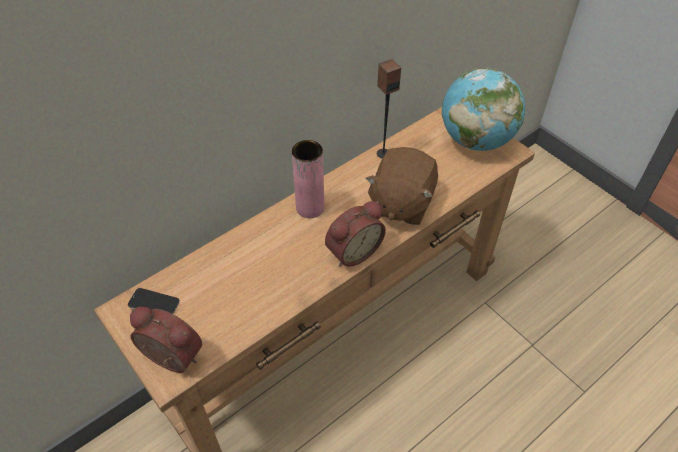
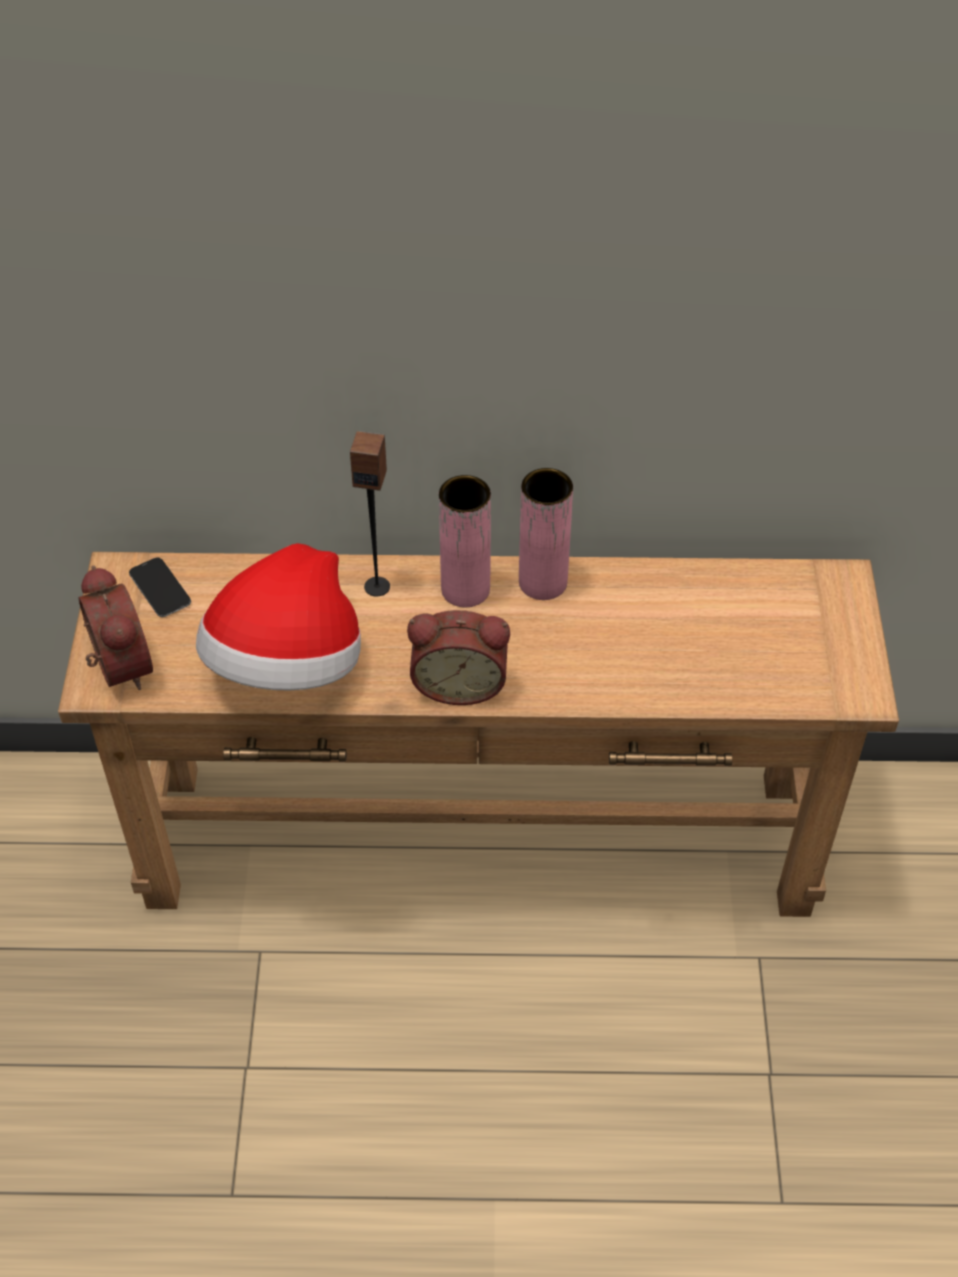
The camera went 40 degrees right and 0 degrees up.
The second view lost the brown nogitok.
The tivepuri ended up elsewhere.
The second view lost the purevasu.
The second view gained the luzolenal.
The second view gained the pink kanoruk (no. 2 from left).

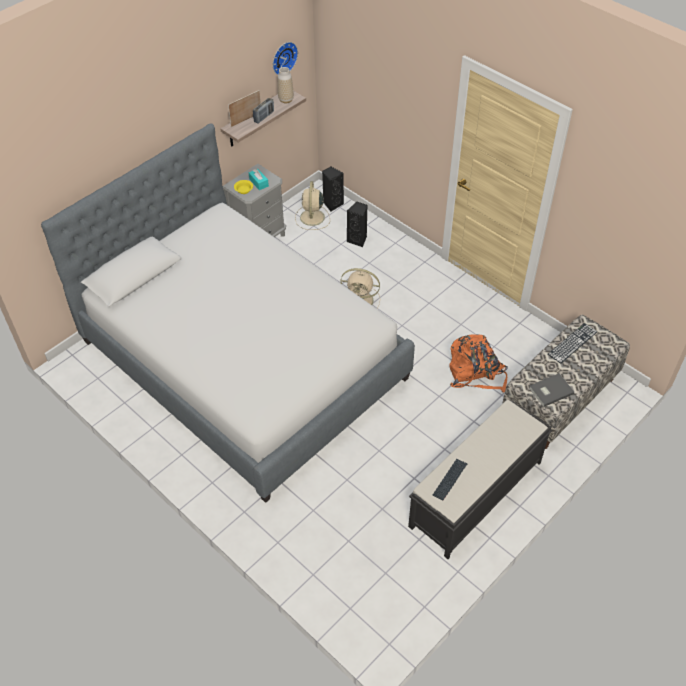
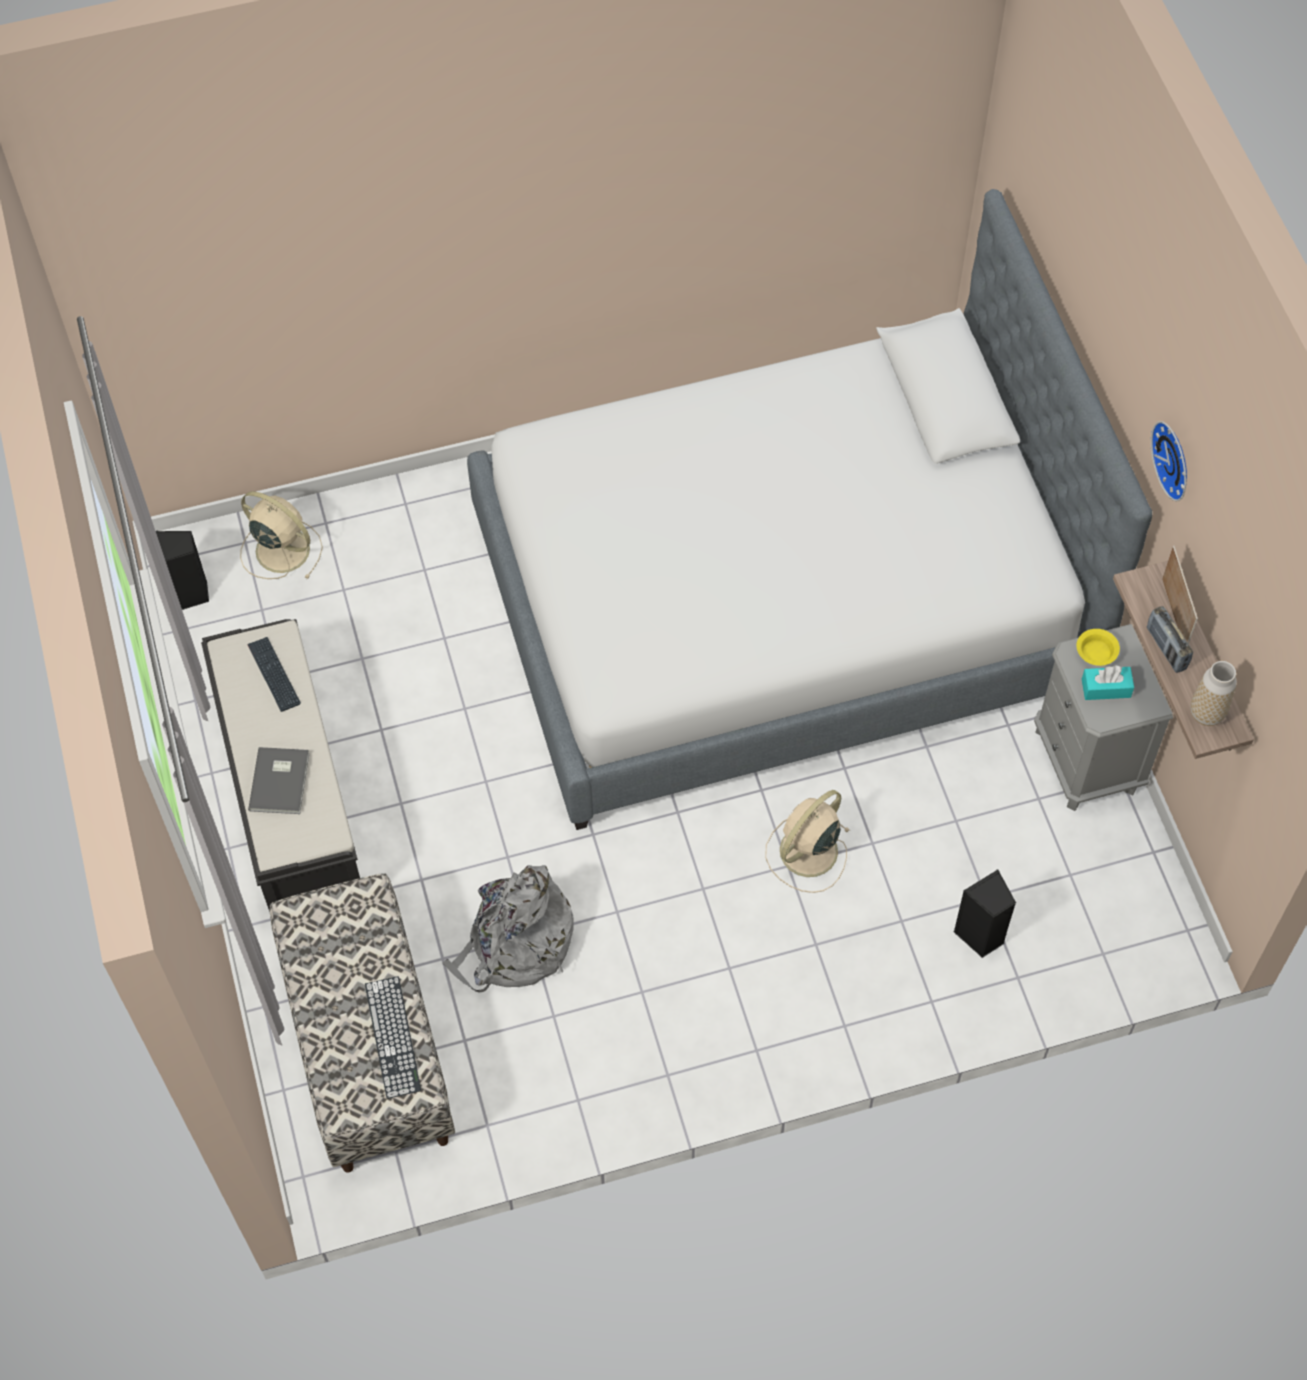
The camera went 120 degrees right and 10 degrees up.
The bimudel ended up elsewhere.
The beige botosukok (no. 1 from left) ended up elsewhere.
The black tivepuri (no. 1 from left) ended up elsewhere.
What was the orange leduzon turned into the grey leduzon.
The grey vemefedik ended up elsewhere.

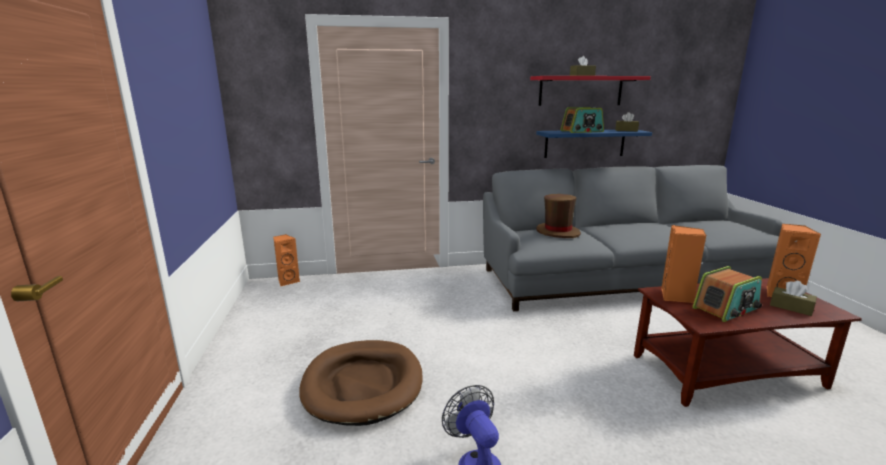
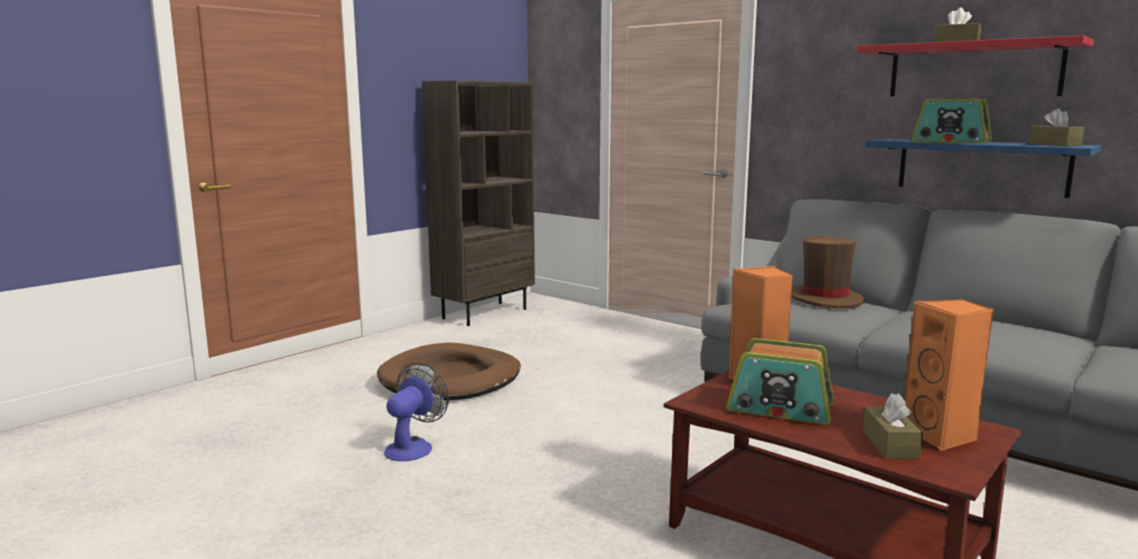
The camera went 50 degrees right and 5 degrees down.
The second view lost the orange tivepuri (no. 1 from left).
The second view gained the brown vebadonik.

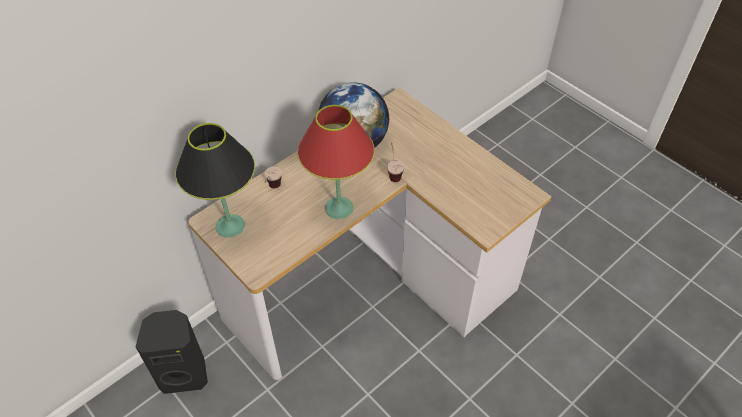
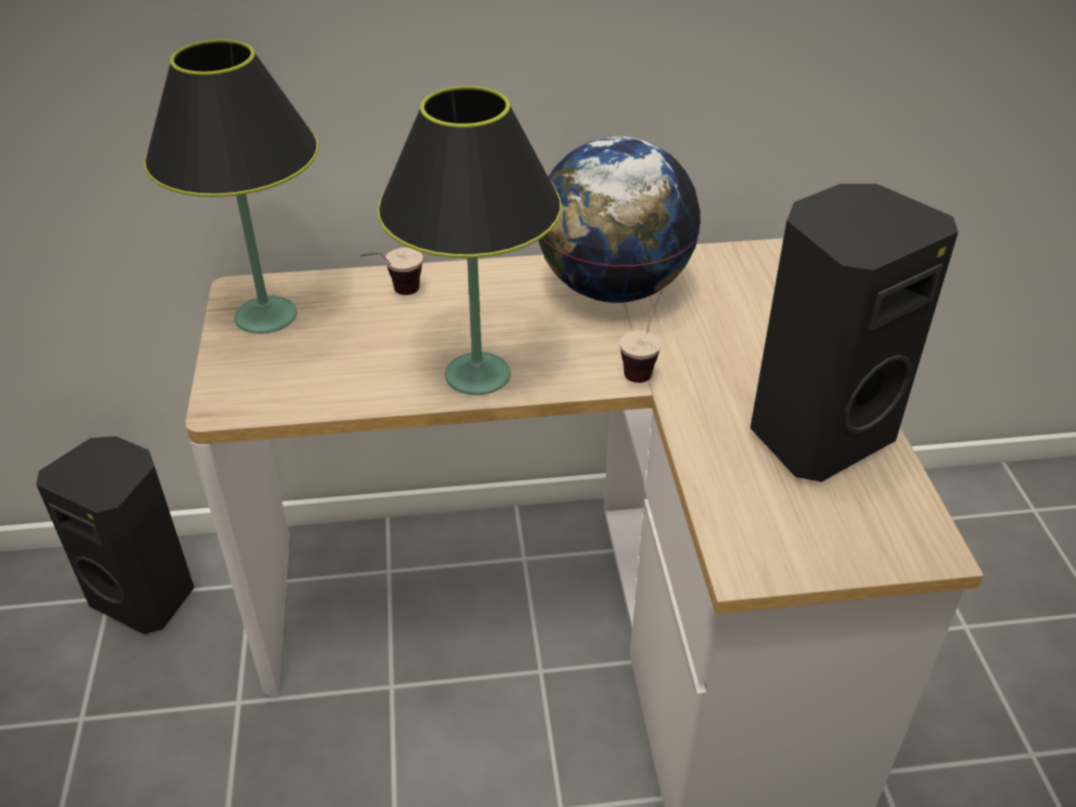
The camera went 35 degrees right and 10 degrees down.
What was the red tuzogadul turned into the black tuzogadul (no. 2 from left).
The second view gained the black tivepuri (no. 2 from left).

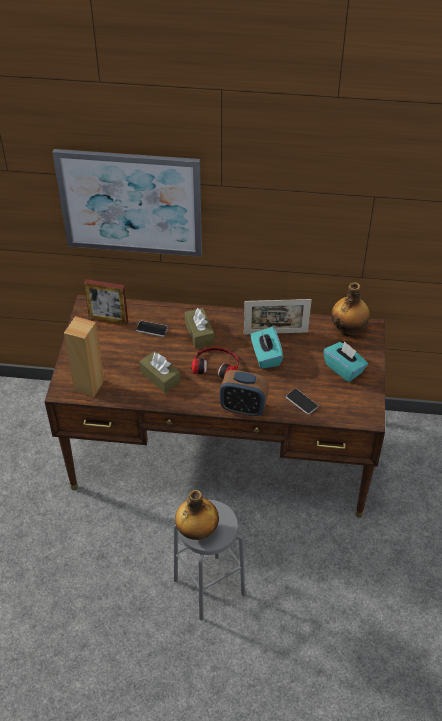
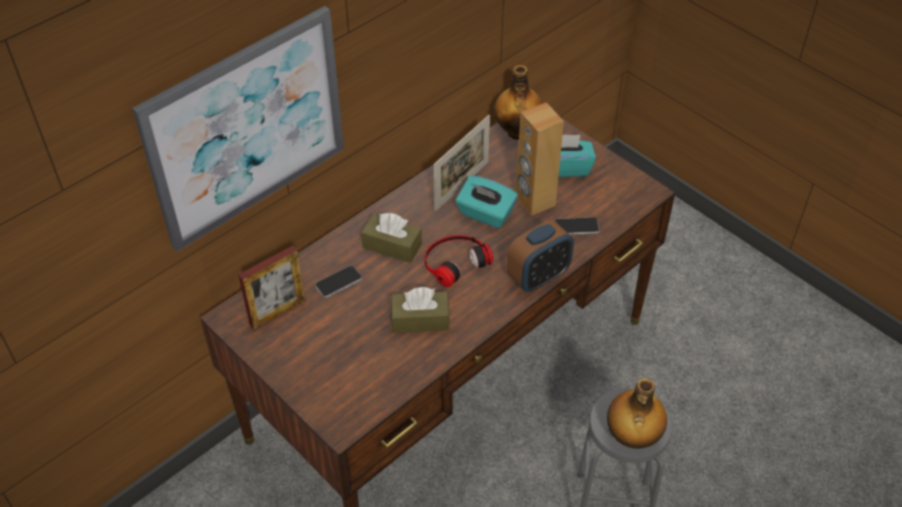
The camera went 50 degrees left and 0 degrees up.
The brown tivepuri ended up elsewhere.

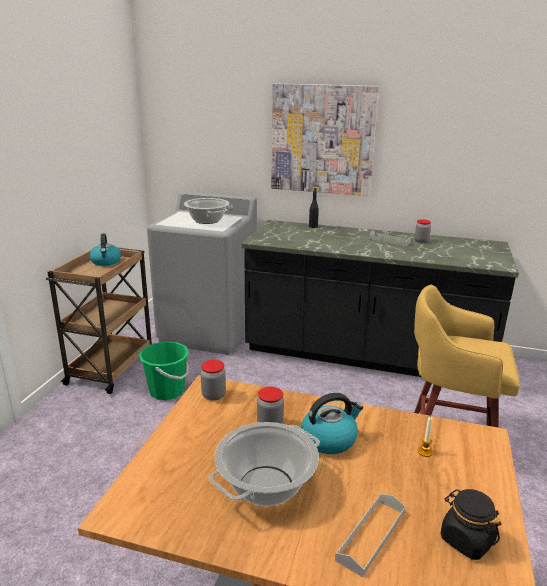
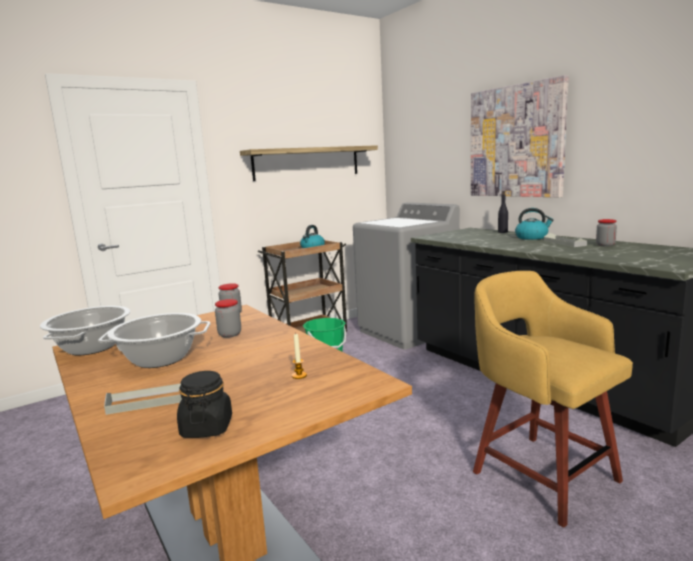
The camera went 40 degrees right and 10 degrees down.
The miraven (no. 1 from left) ended up elsewhere.
The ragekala (no. 2 from left) ended up elsewhere.
The second view gained the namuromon.

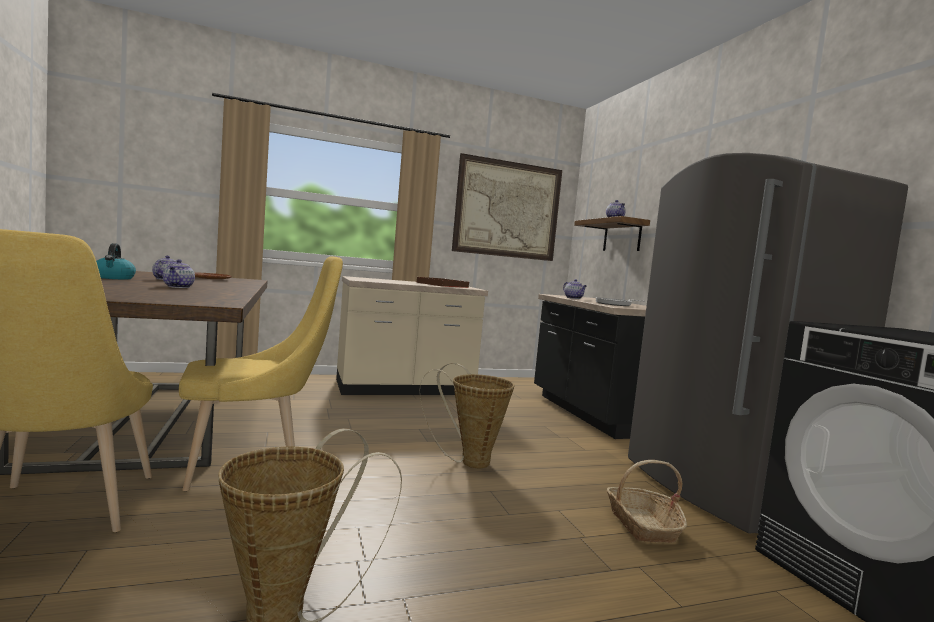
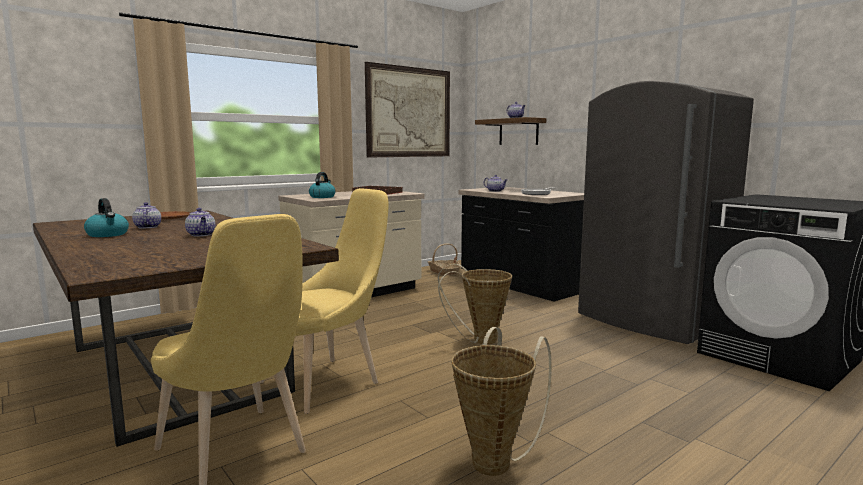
The camera went 20 degrees left and 5 degrees up.
The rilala (no. 3 from left in the first image) ended up elsewhere.
The second view gained the ragekala (no. 2 from left).

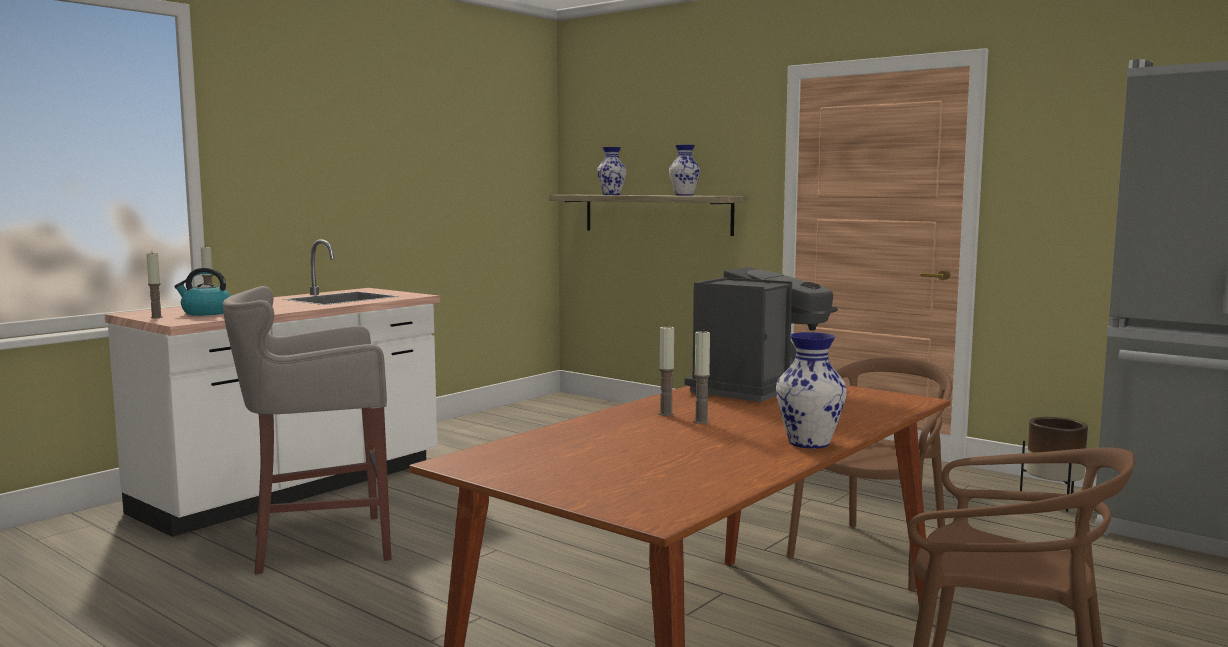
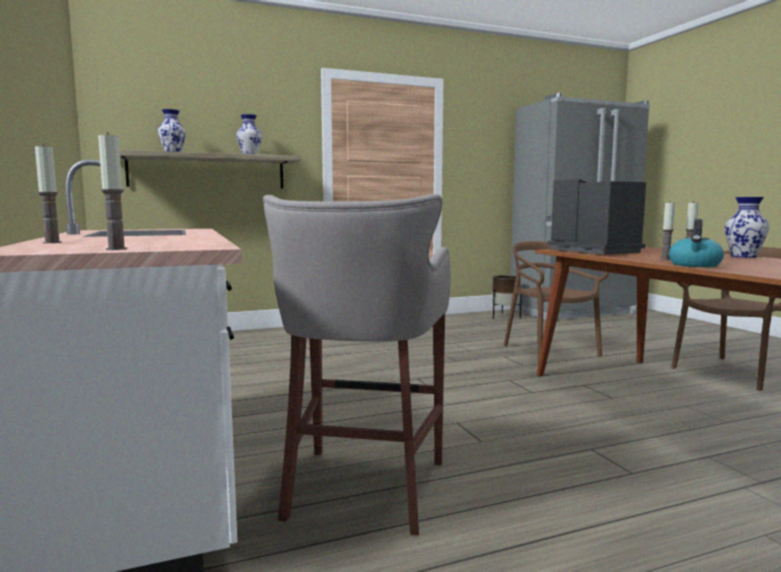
The camera went 60 degrees left and 0 degrees up.
The ragekala ended up elsewhere.

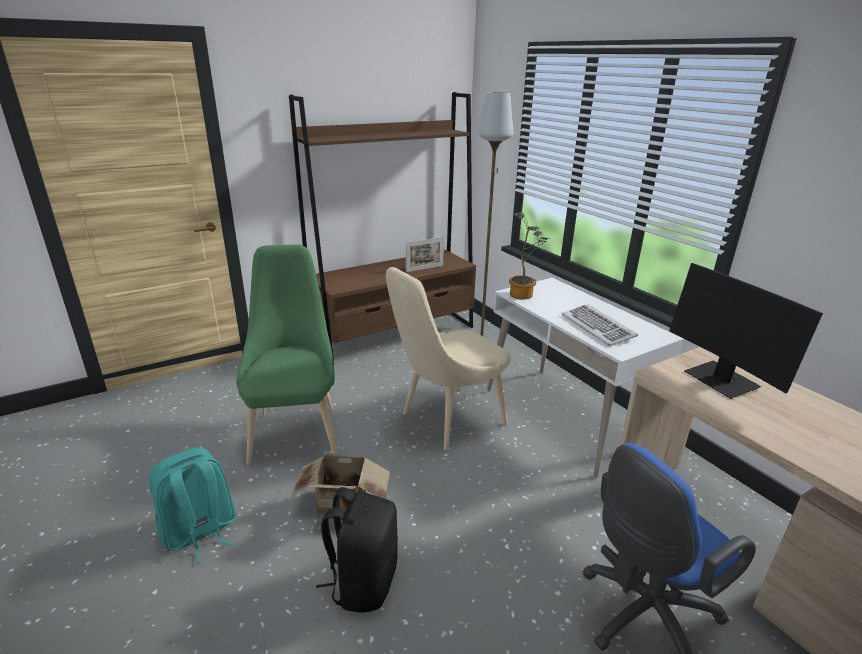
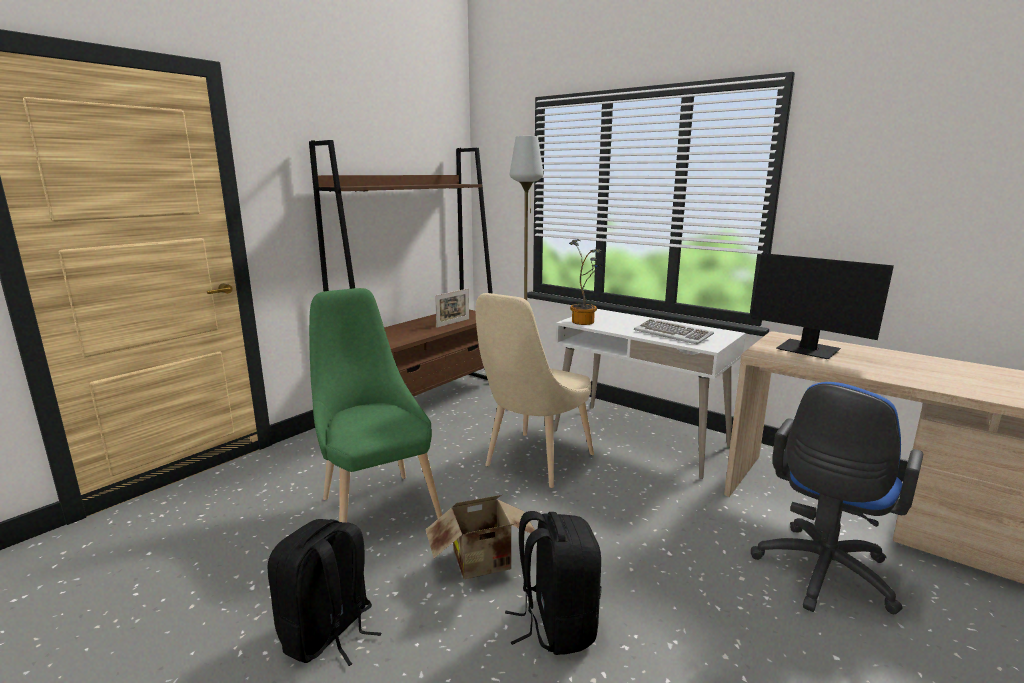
The camera went 20 degrees left and 10 degrees down.
What was the turquoise leduzon turned into the black leduzon (no. 1 from left).

